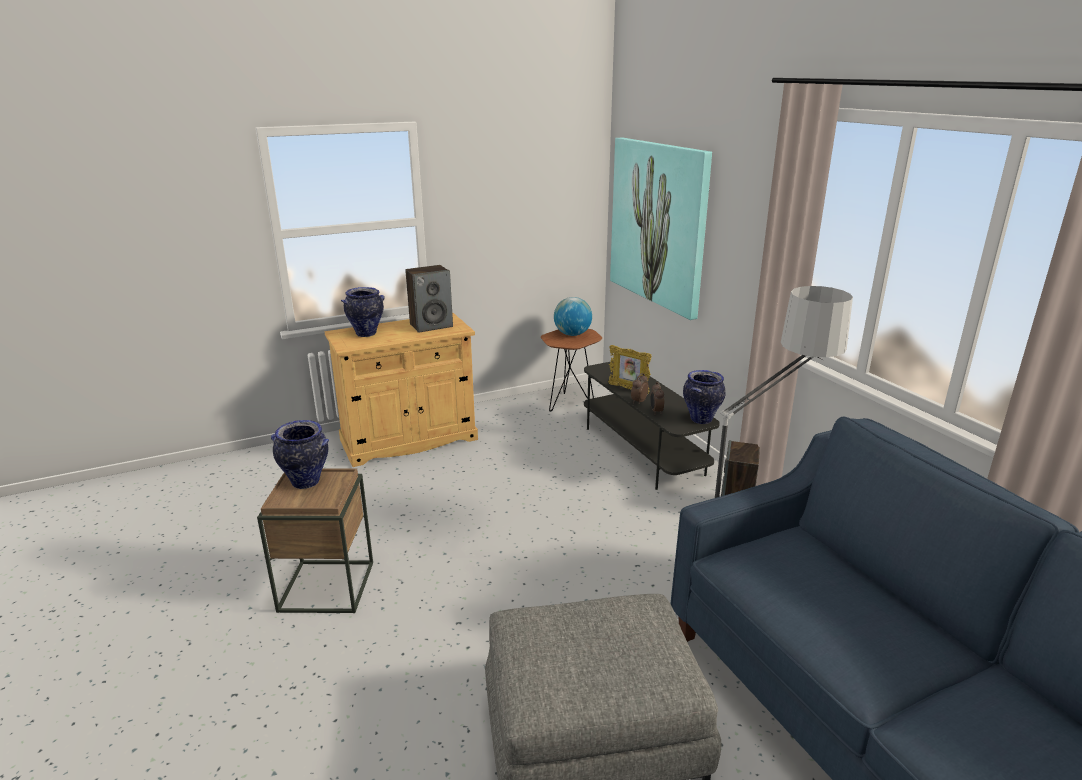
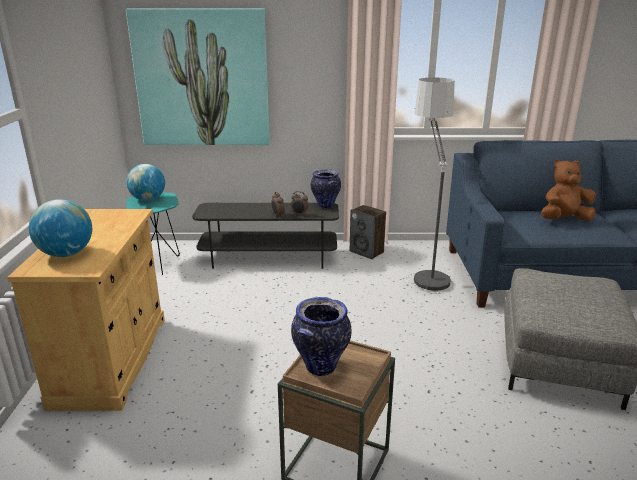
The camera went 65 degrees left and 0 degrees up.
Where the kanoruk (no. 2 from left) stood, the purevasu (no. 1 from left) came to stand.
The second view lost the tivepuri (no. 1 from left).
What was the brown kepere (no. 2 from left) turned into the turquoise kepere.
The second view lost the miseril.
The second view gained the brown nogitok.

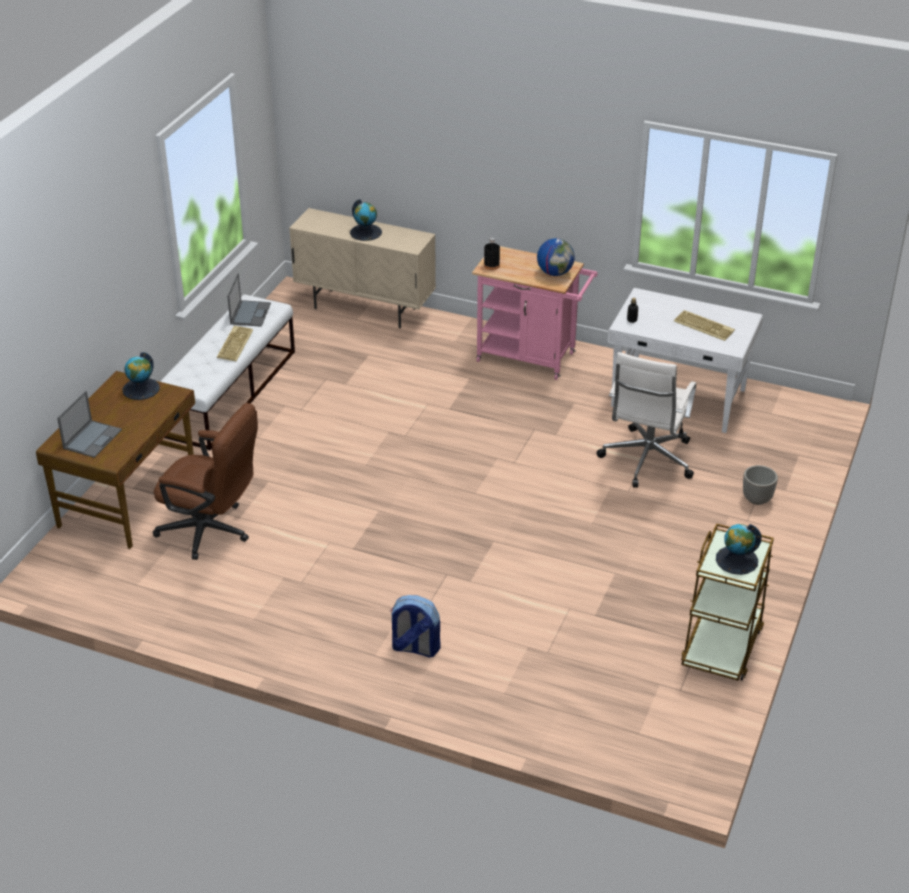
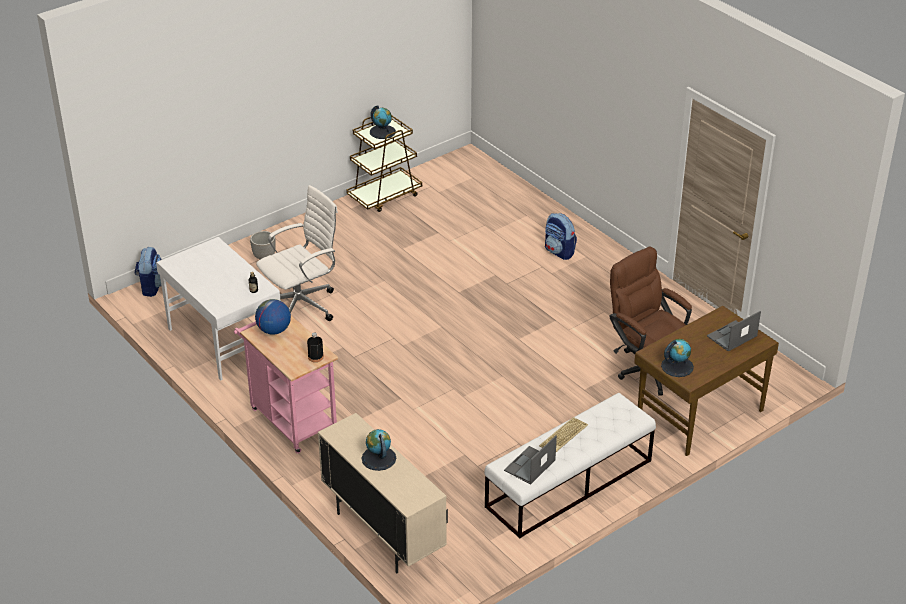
The camera went 150 degrees left and 0 degrees up.
The second view lost the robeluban (no. 2 from left).
The second view gained the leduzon (no. 1 from left).

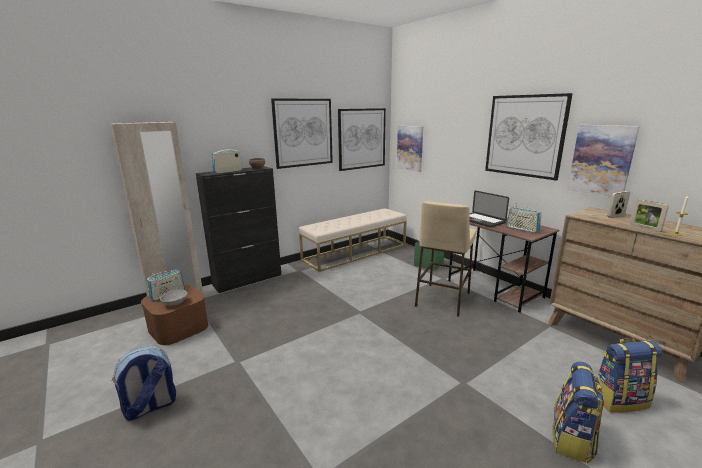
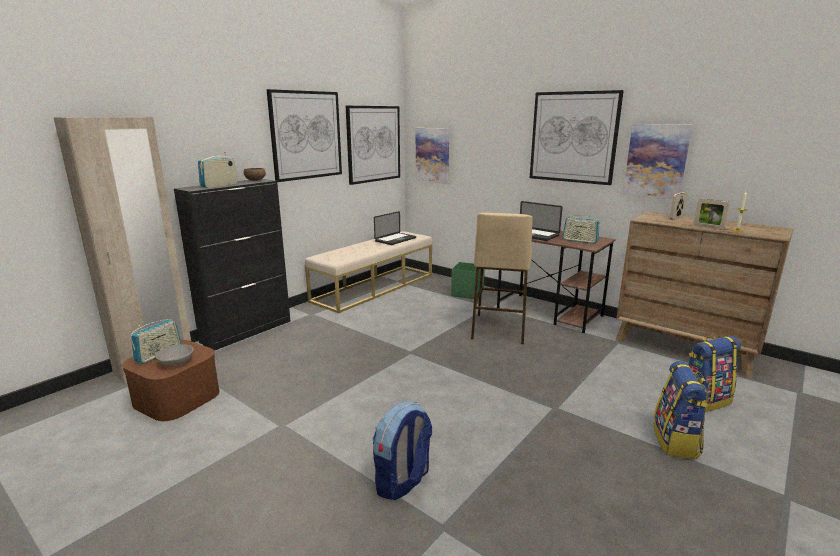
The camera went 15 degrees left and 0 degrees up.
The leduzon (no. 1 from left) ended up elsewhere.
The second view gained the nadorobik (no. 1 from left).

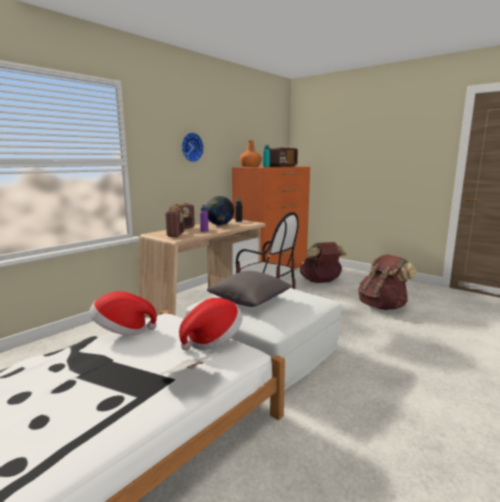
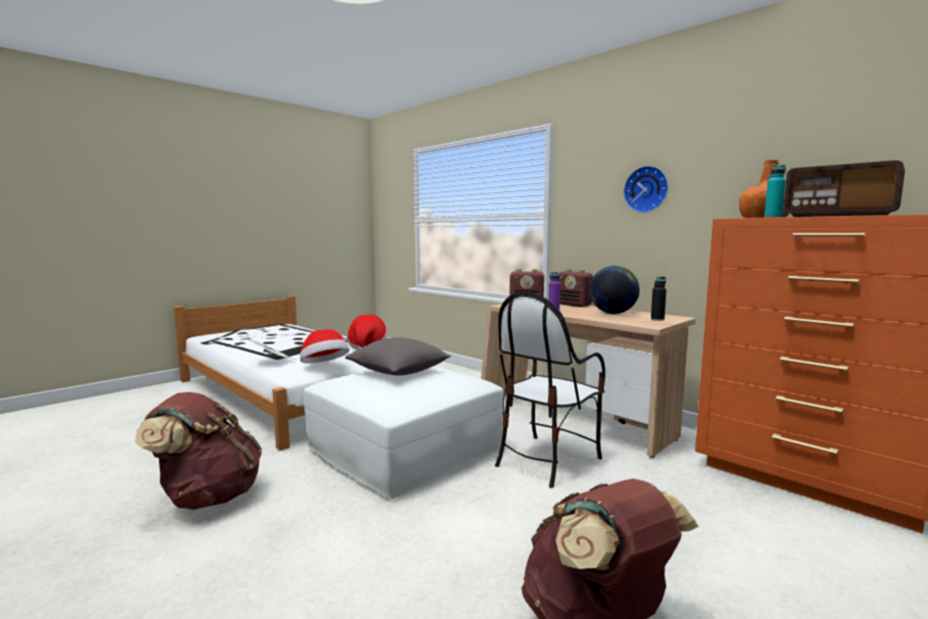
The camera went 95 degrees right and 5 degrees down.
The brown leduzon (no. 1 from left) ended up elsewhere.

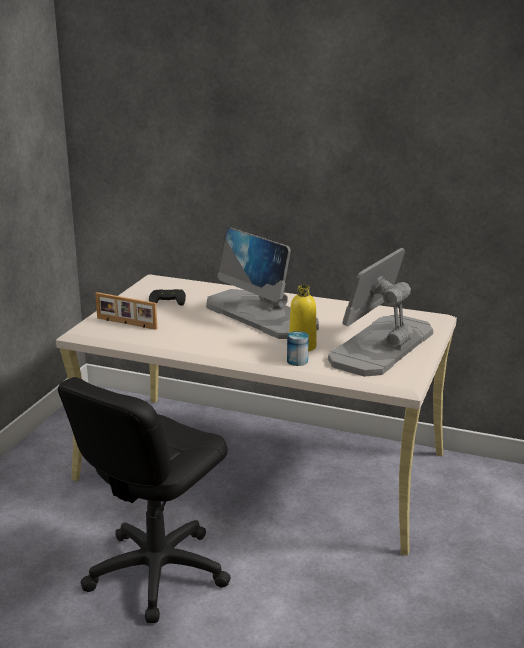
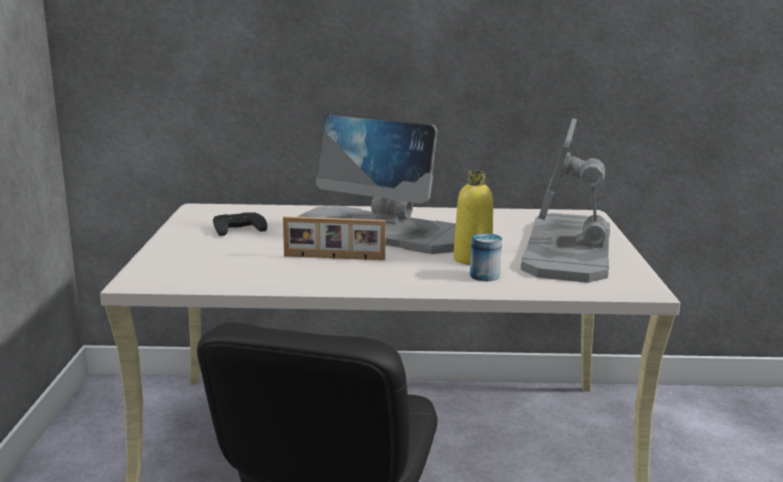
The camera went 20 degrees left and 5 degrees down.
The miseril ended up elsewhere.

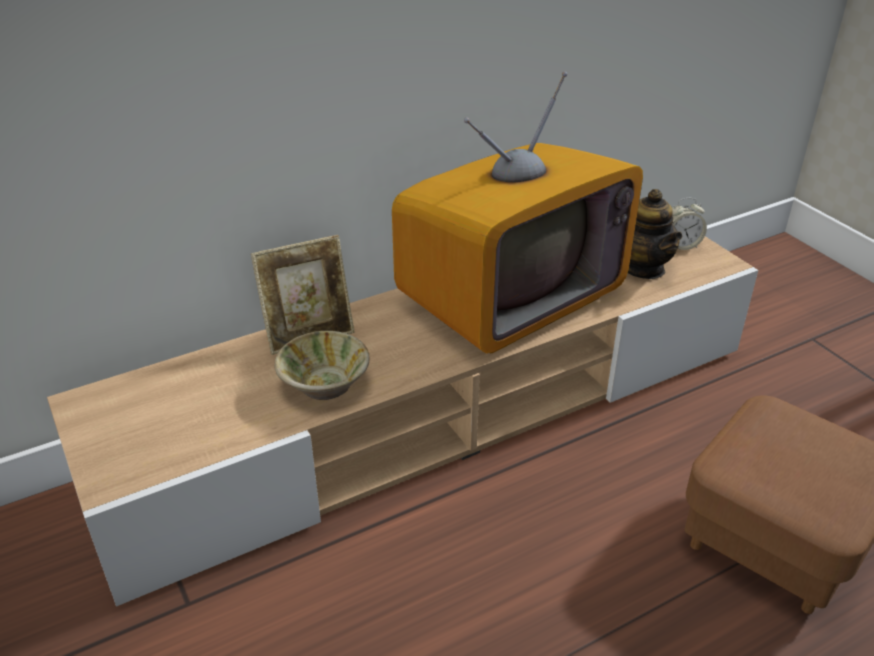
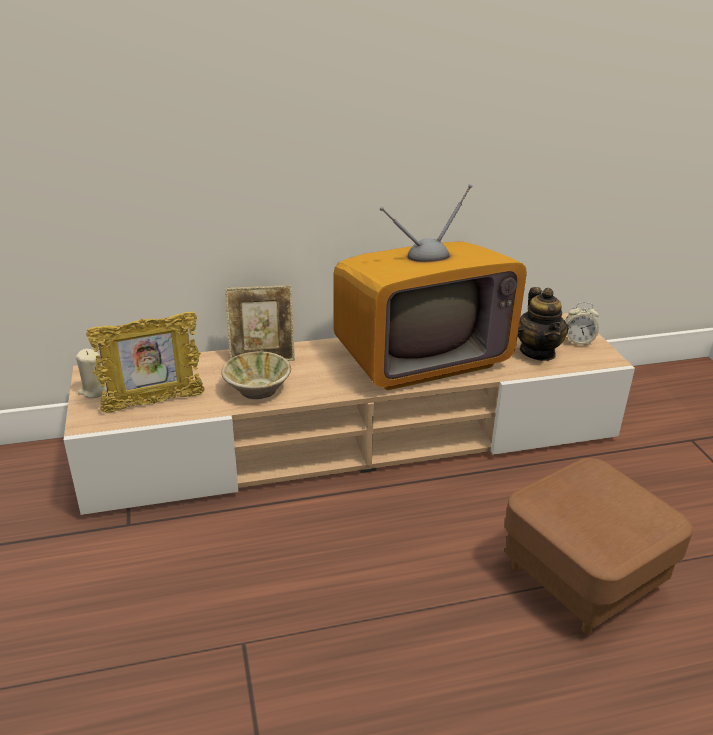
The camera went 15 degrees right and 5 degrees down.
The second view gained the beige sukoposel.
The second view gained the miseril (no. 1 from left).

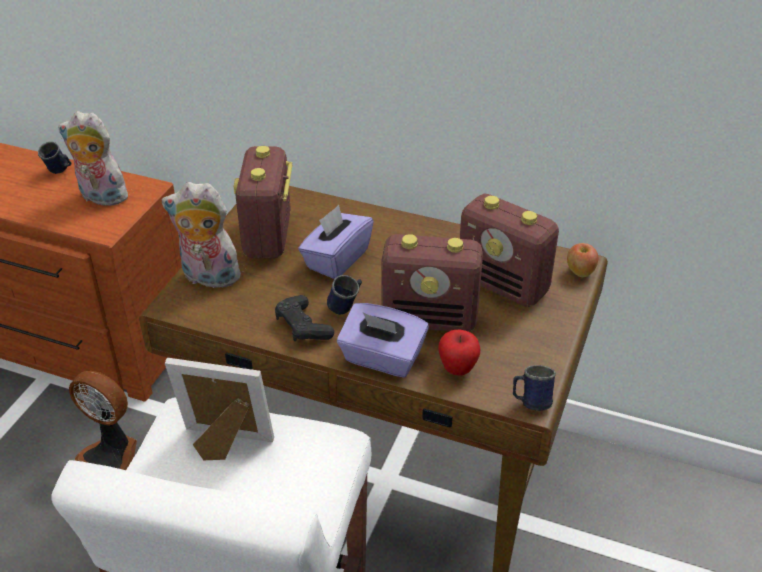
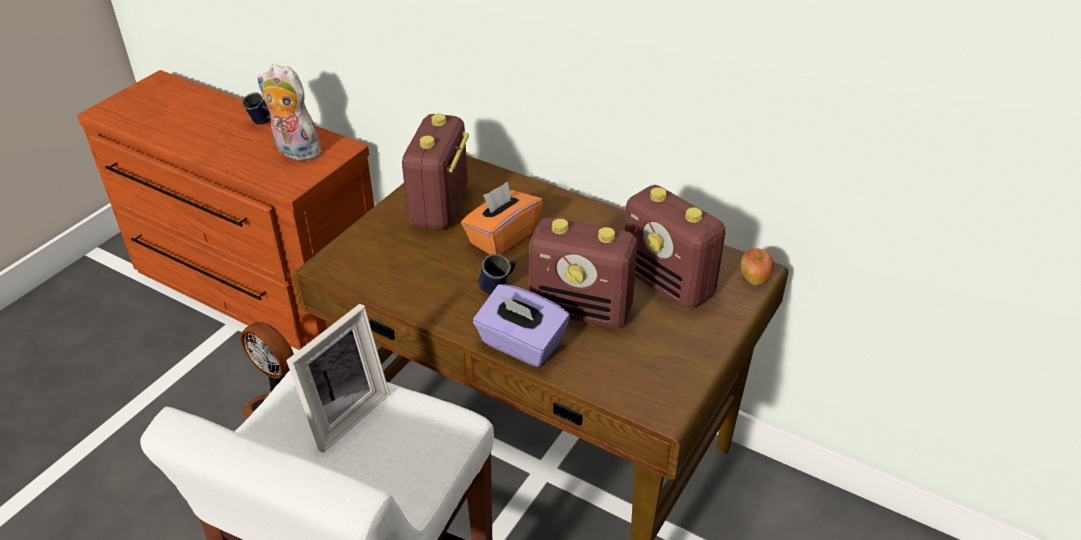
The camera went 10 degrees right and 0 degrees up.
The second view lost the nogitok (no. 2 from left).
The miseril ended up facing another way, 105 degrees clockwise from before.
The second view lost the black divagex.
What was the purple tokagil (no. 1 from left) turned into the orange tokagil.
The second view lost the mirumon (no. 1 from left).
The second view lost the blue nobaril (no. 3 from left).

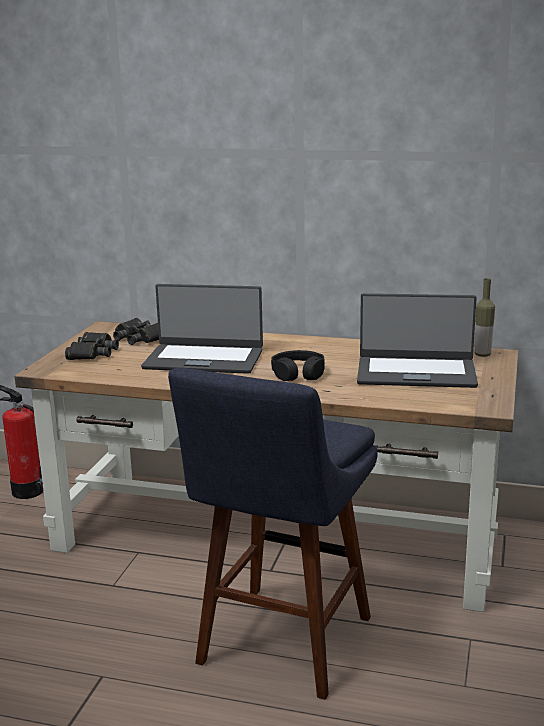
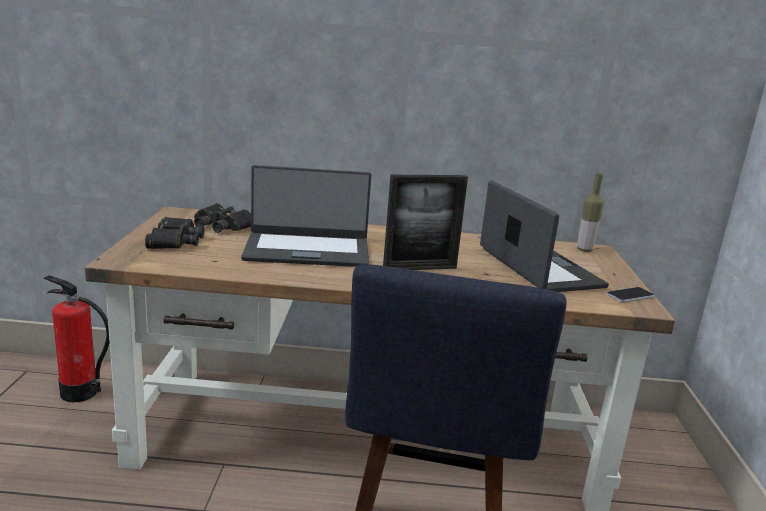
The camera went 15 degrees left and 0 degrees up.
Where the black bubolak stood, the miseril came to stand.
The nadorobik (no. 2 from left) ended up facing another way, 105 degrees counterclockwise from before.
The second view gained the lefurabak.

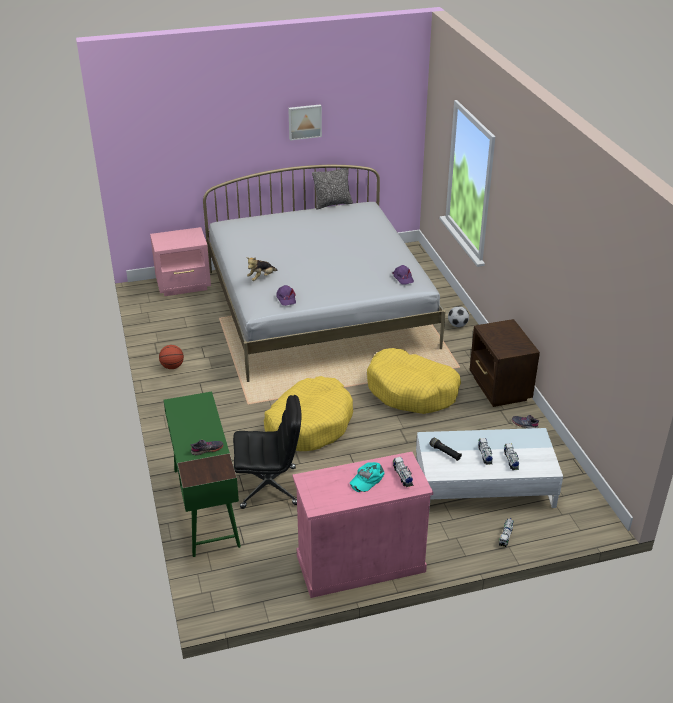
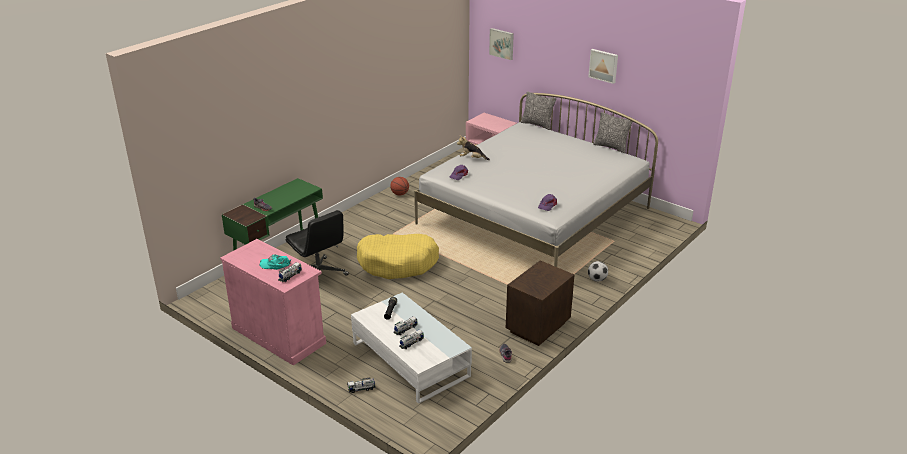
The camera went 55 degrees right and 5 degrees down.
The second view lost the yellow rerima (no. 2 from left).
The second view gained the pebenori (no. 1 from left).
The second view gained the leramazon (no. 1 from left).

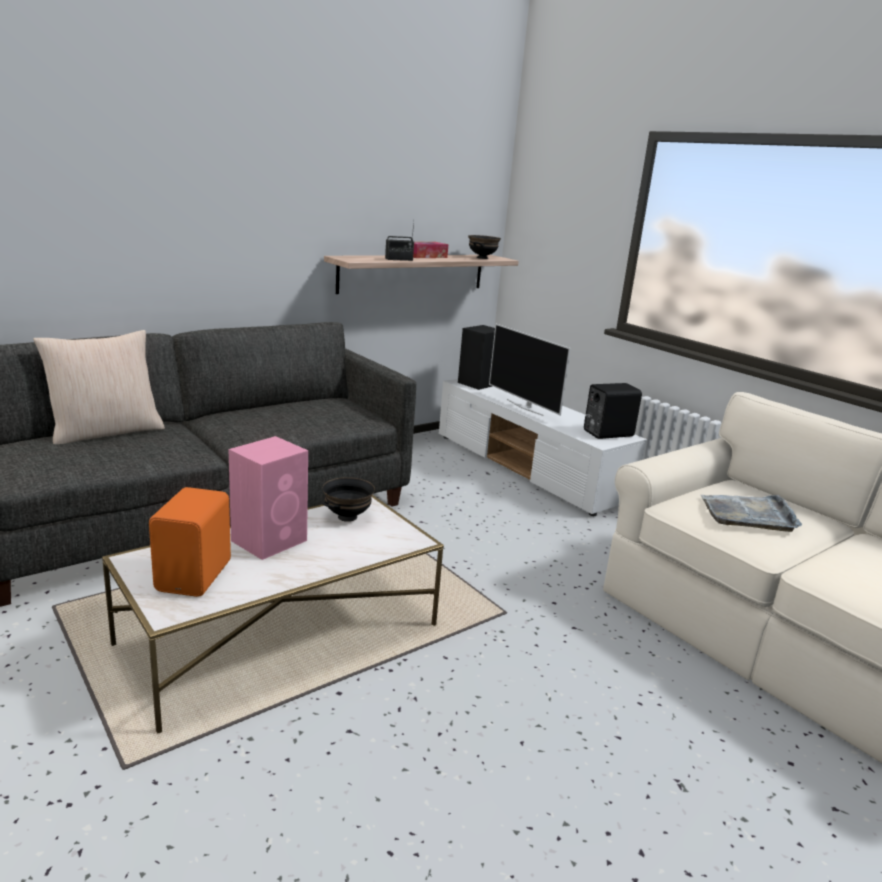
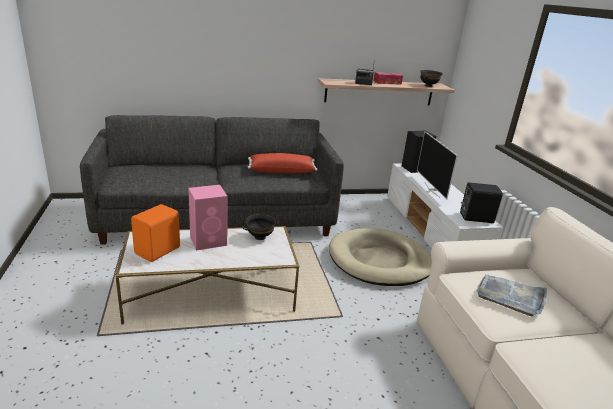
The camera went 25 degrees right and 5 degrees up.
The second view lost the beige leramazon.
The second view gained the red leramazon.
The second view gained the beige rerima.

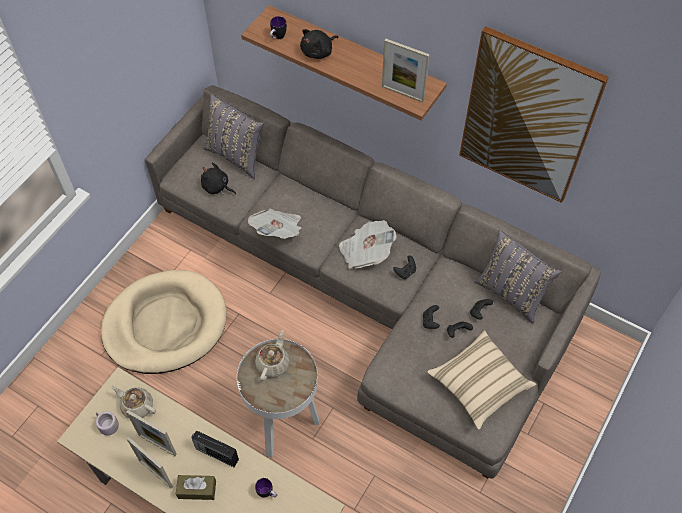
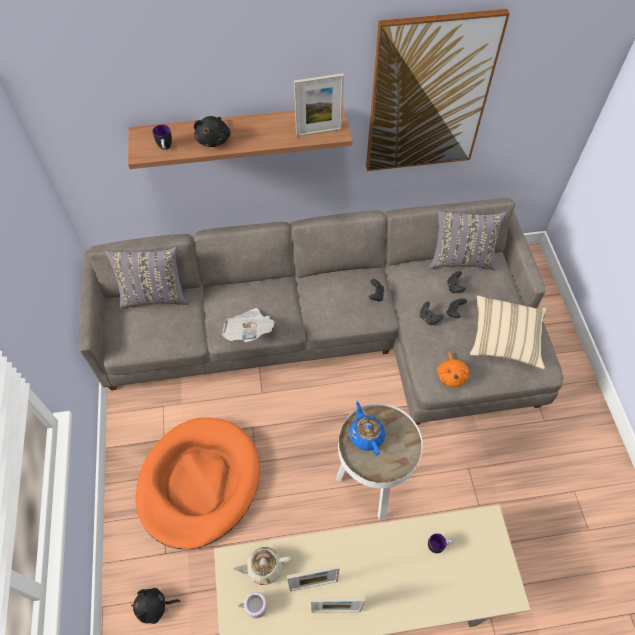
The camera went 40 degrees left and 0 degrees up.
What was the beige rerima turned into the orange rerima.
The second view lost the brown tokagil.
The second view lost the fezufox.
The black nogitok (no. 1 from left) ended up elsewhere.
What was the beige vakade (no. 2 from left) turned into the blue vakade.
The second view lost the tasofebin (no. 2 from left).
The second view gained the orange nogitok.

